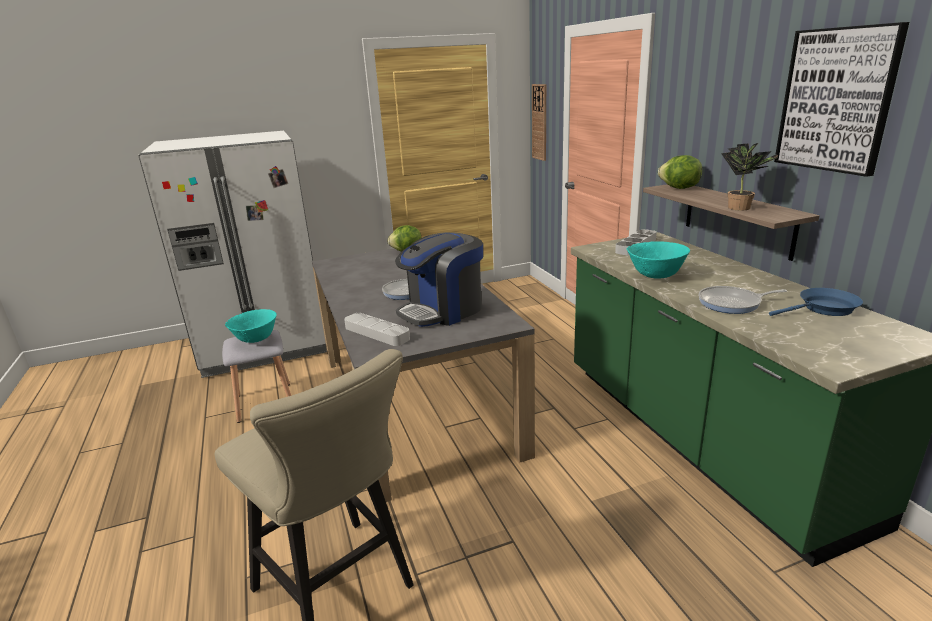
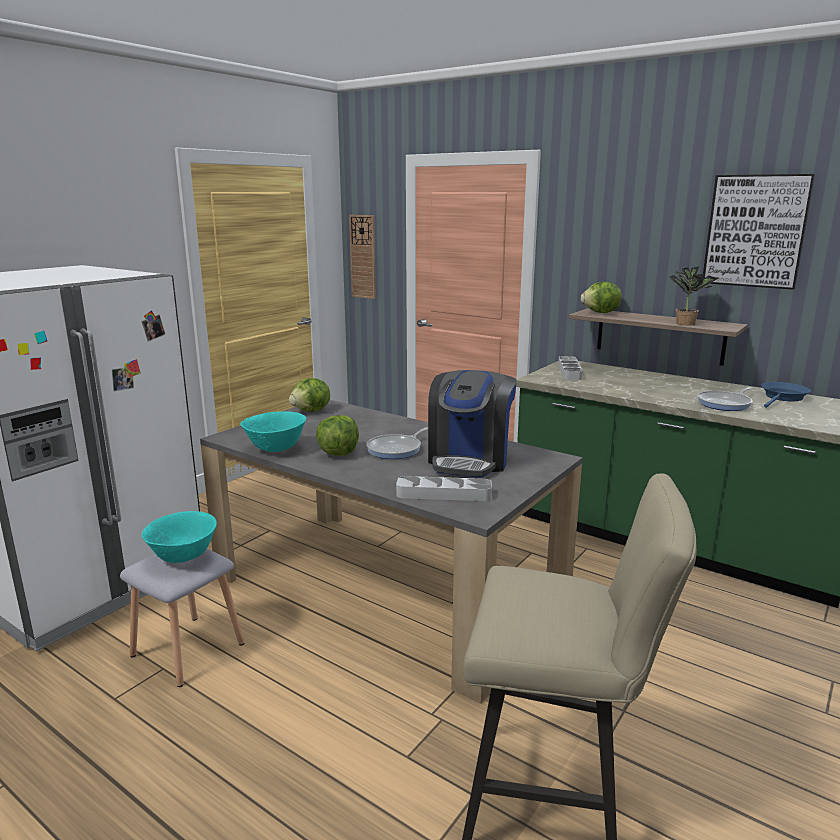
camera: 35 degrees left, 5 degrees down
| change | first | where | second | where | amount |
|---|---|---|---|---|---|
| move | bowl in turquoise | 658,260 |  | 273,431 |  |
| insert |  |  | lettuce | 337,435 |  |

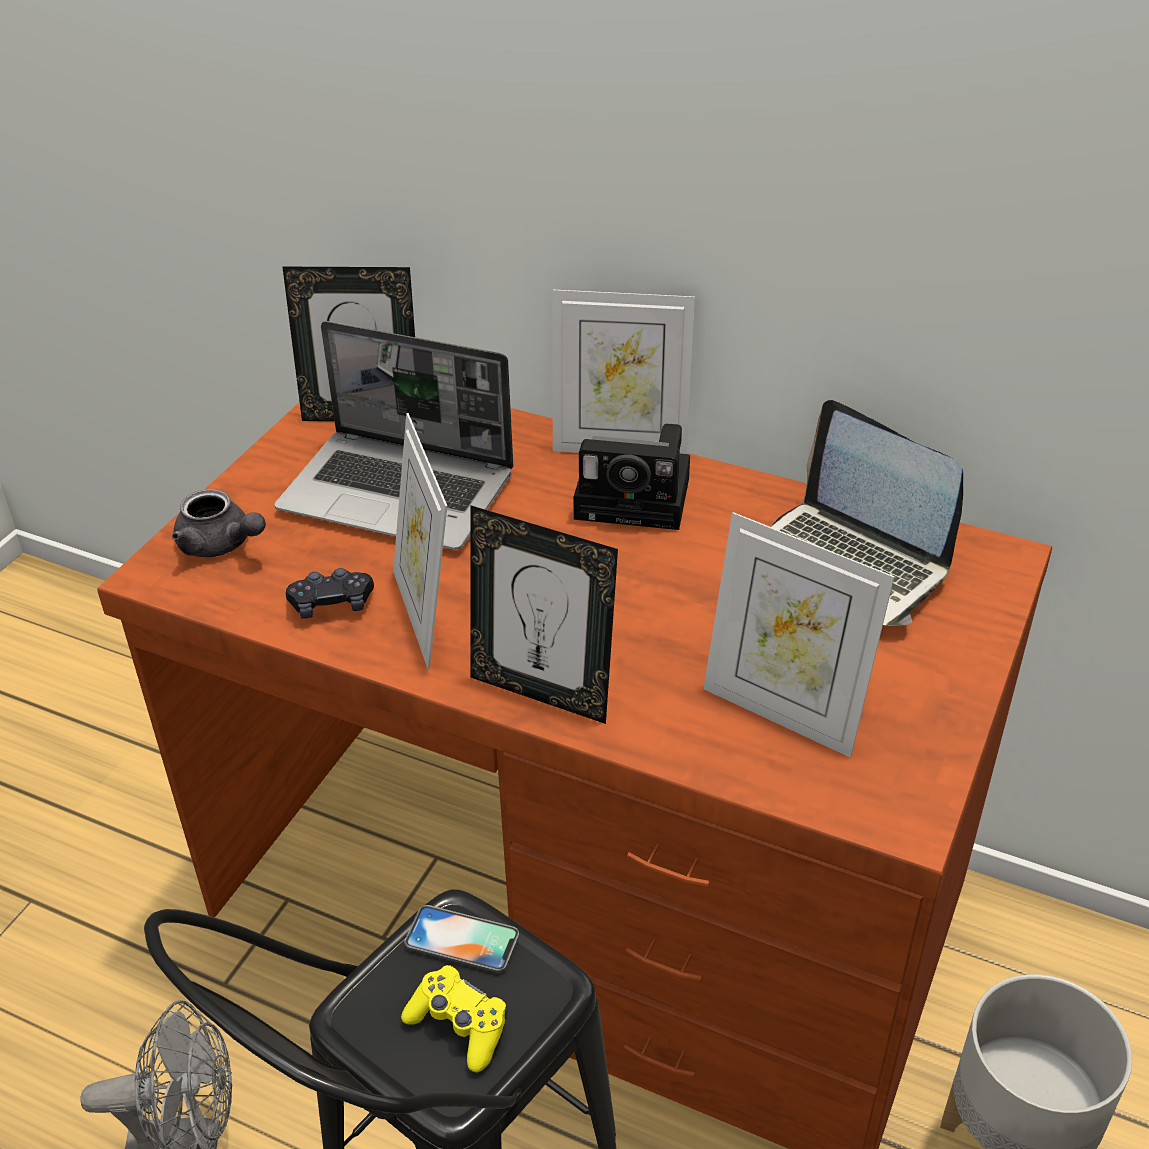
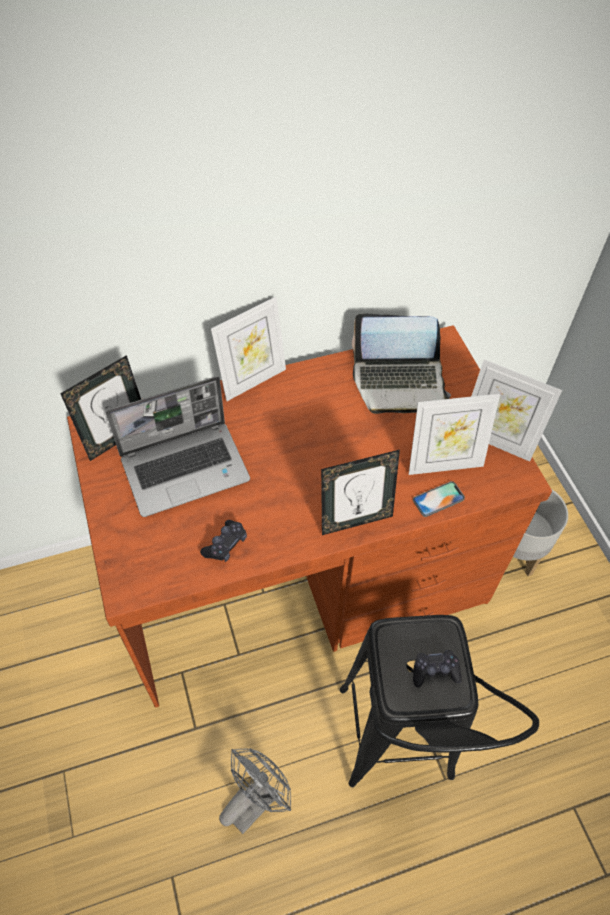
camera: 45 degrees left, 15 degrees up
| change | first | where | second | where | amount |
|---|---|---|---|---|---|
| move | picture frame | 420,541 |  | 516,410 |  |
| delete | photo camera | 631,476 |  |  |  |
| delete | teapot in grey | 219,523 |  |  |  |
| move | phone | 462,939 |  | 439,499 |  |
| recolor | game controller in yellow | 454,1018 | game controller in black | 437,668 |  |

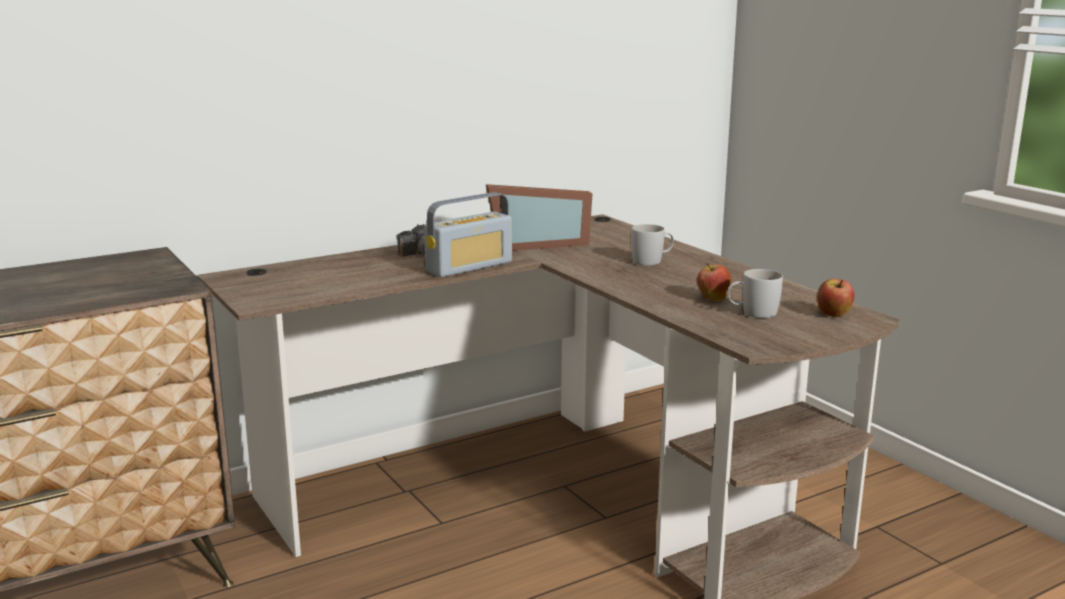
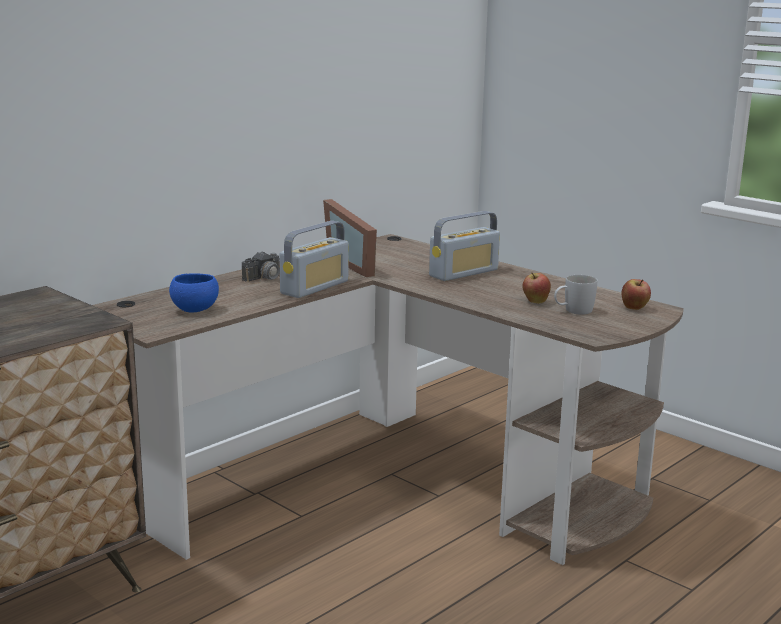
camera: 15 degrees left, 0 degrees up
| change | first | where | second | where | amount |
|---|---|---|---|---|---|
| rotate | picture frame | 539,217 |  | 350,238 | 90 degrees clockwise |
| replace | mug in white | 652,245 | radio | 464,246 |  |
| insert |  |  | bowl in blue | 194,292 |  |

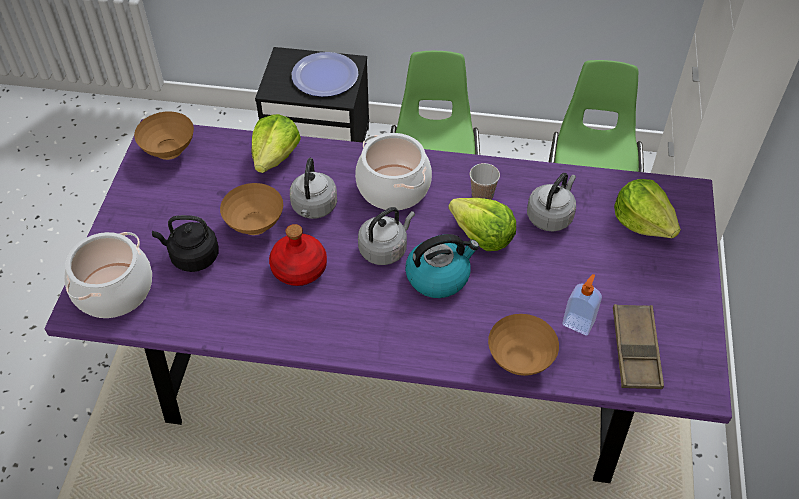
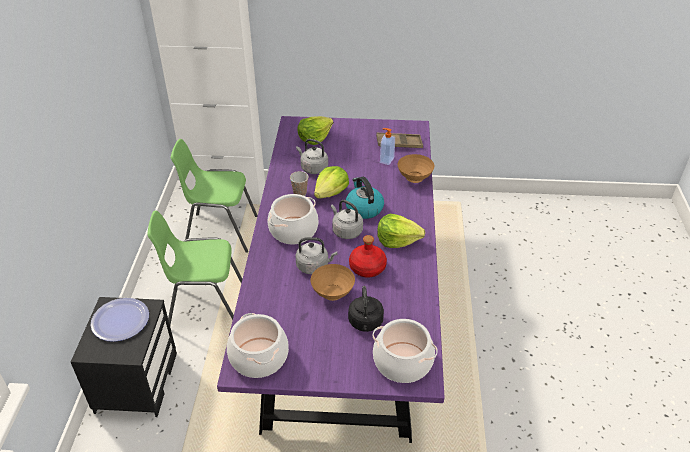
camera: 95 degrees left, 10 degrees down
| change | first | where | second | where | amount |
|---|---|---|---|---|---|
| replace | bowl in brown | 164,136 | cooking pot | 258,345 |  |
| move | lettuce | 276,143 |  | 401,231 |  |

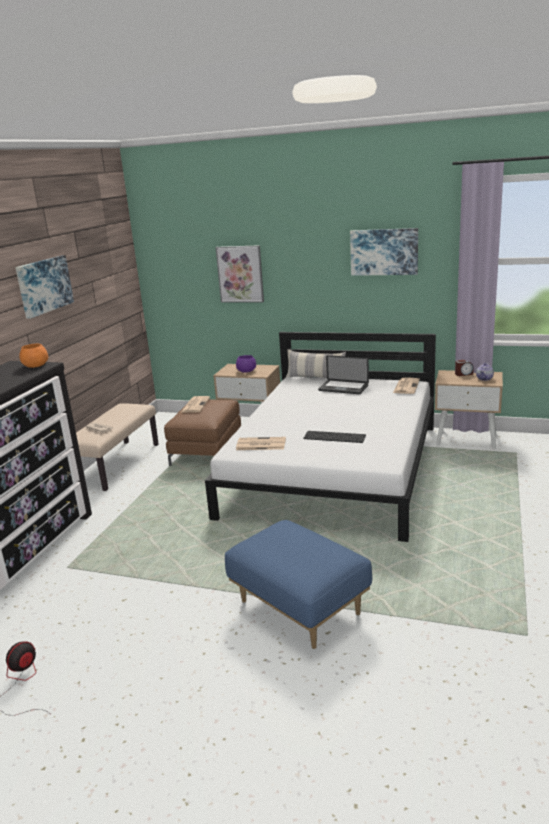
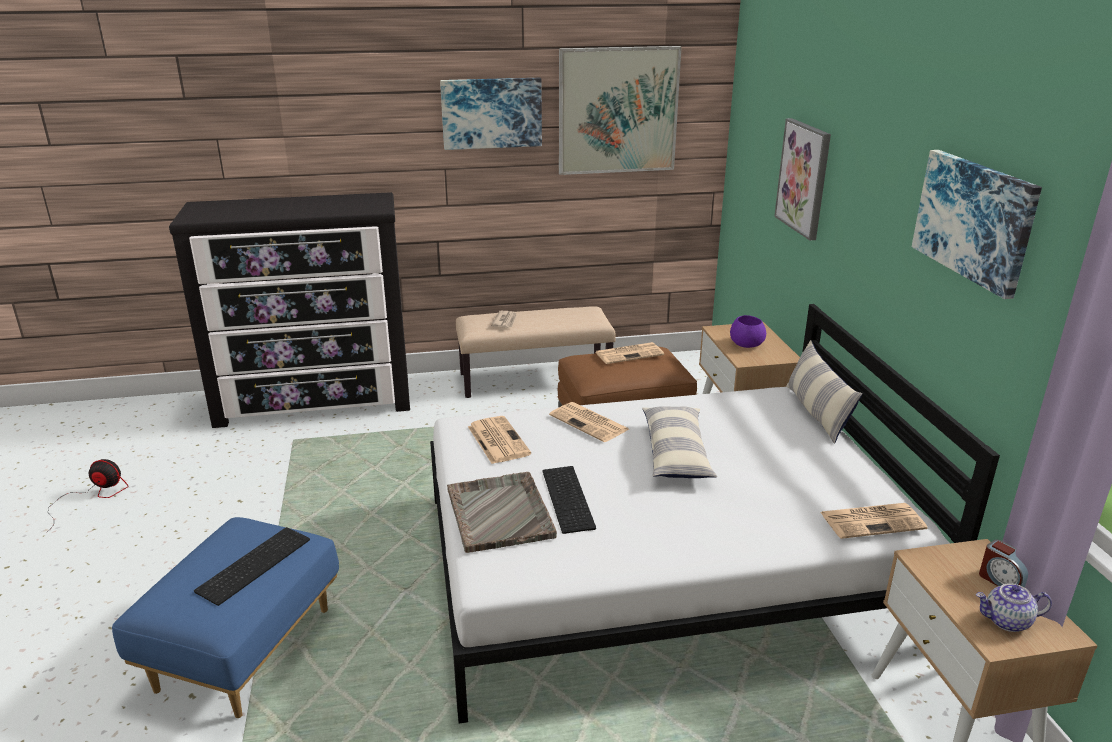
camera: 60 degrees right, 5 degrees up
| change | first | where | second | where | amount |
|---|---|---|---|---|---|
| delete | bowl in orange | 33,356 |  |  |  |
| delete | laptop | 343,374 |  |  |  |
| insert |  |  | picture | 620,110 |  |
| insert |  |  | newspaper | 589,422 |  |
| insert |  |  | pillow | 679,442 |  |
| insert |  |  | tray in grey | 502,512 |  |
| insert |  |  | keyboard | 252,566 |  |

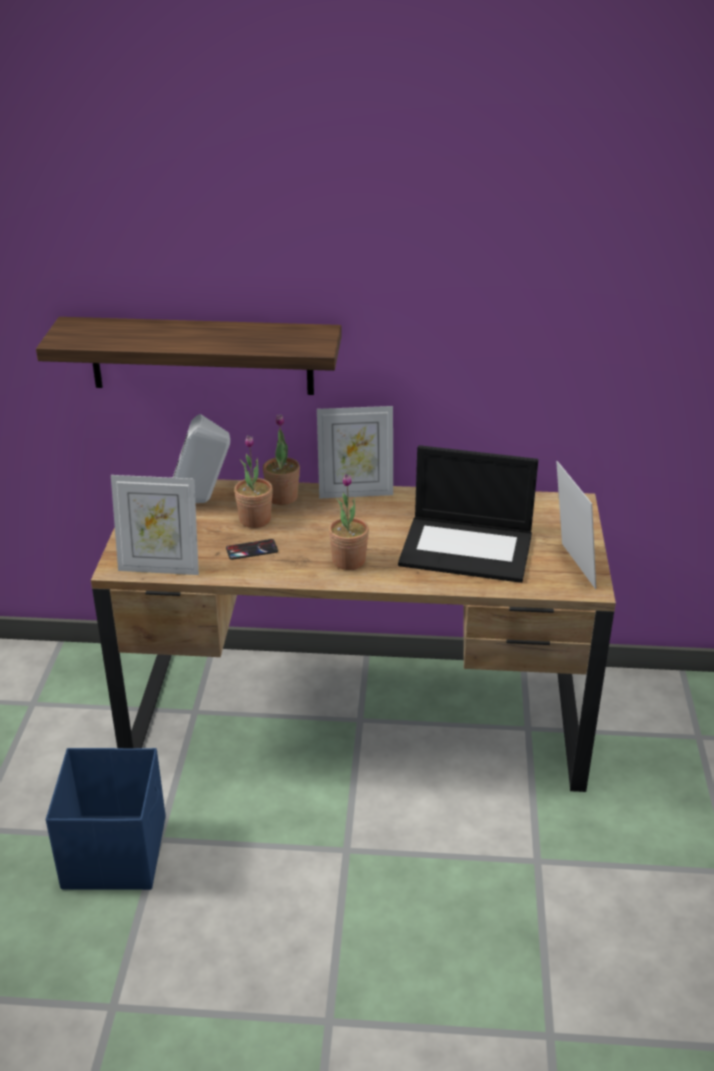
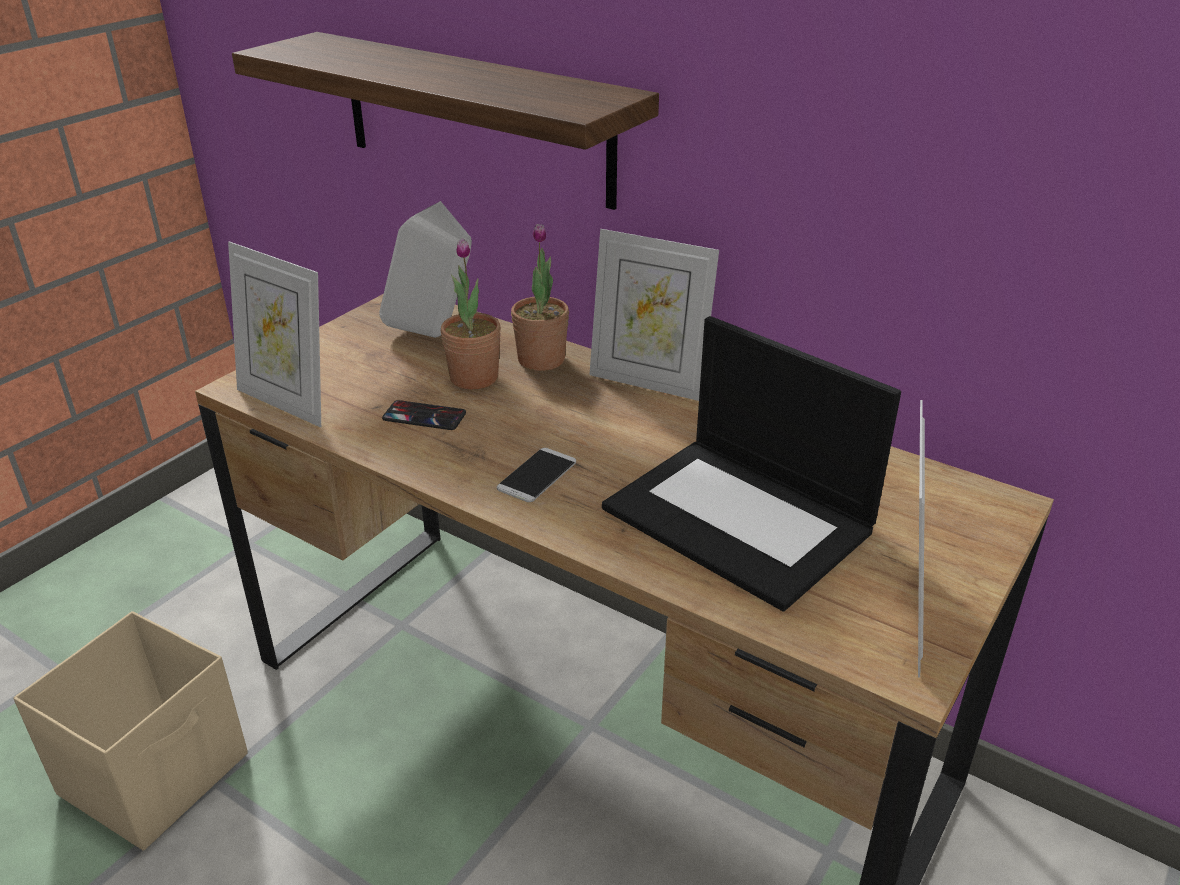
camera: 30 degrees right, 0 degrees up
| change | first | where | second | where | amount |
|---|---|---|---|---|---|
| replace | potted plant | 349,522 | phone | 536,475 |  |
| recolor | storage box in blue | 106,819 | storage box in beige | 130,730 |  |

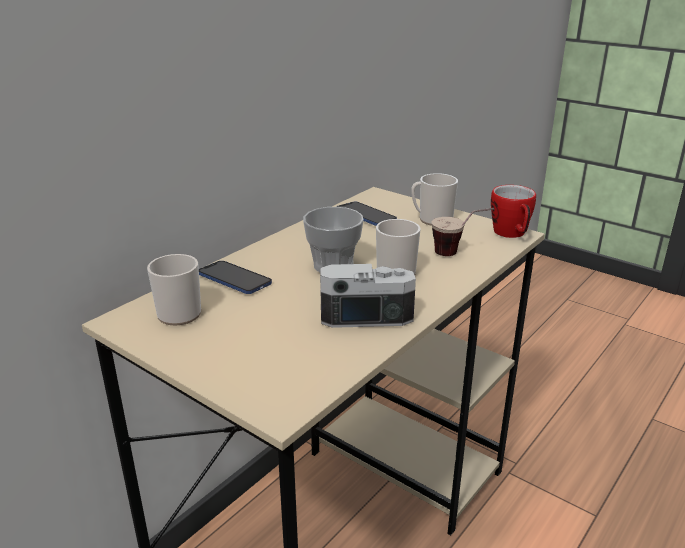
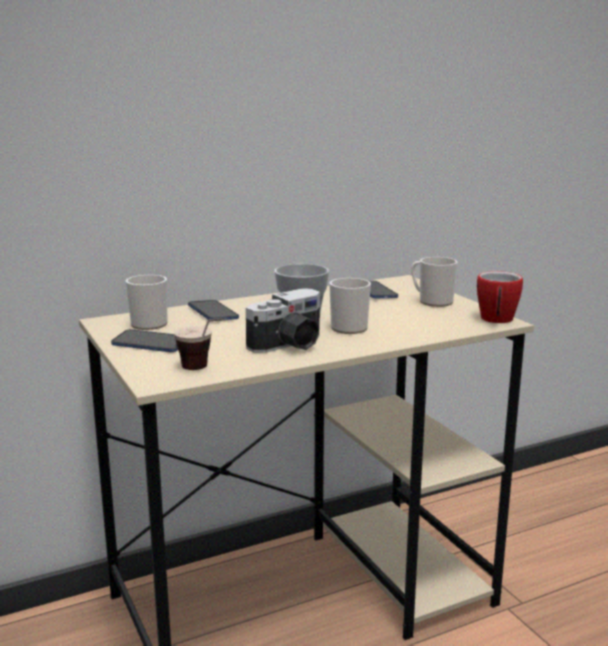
camera: 25 degrees right, 10 degrees down
| change | first | where | second | where | amount |
|---|---|---|---|---|---|
| move | cup | 463,232 |  | 199,344 |  |
| rotate | photo camera | 368,296 |  | 283,321 | 120 degrees clockwise |
| insert |  |  | phone | 144,340 |  |

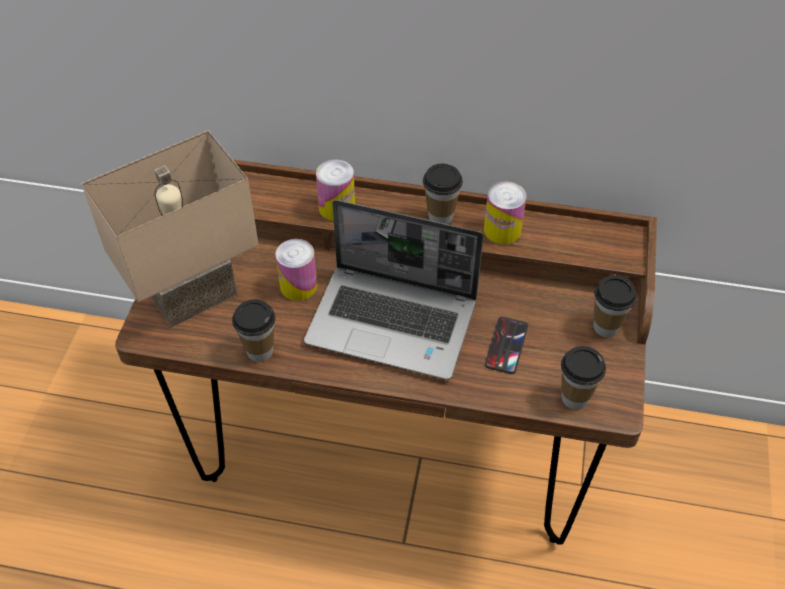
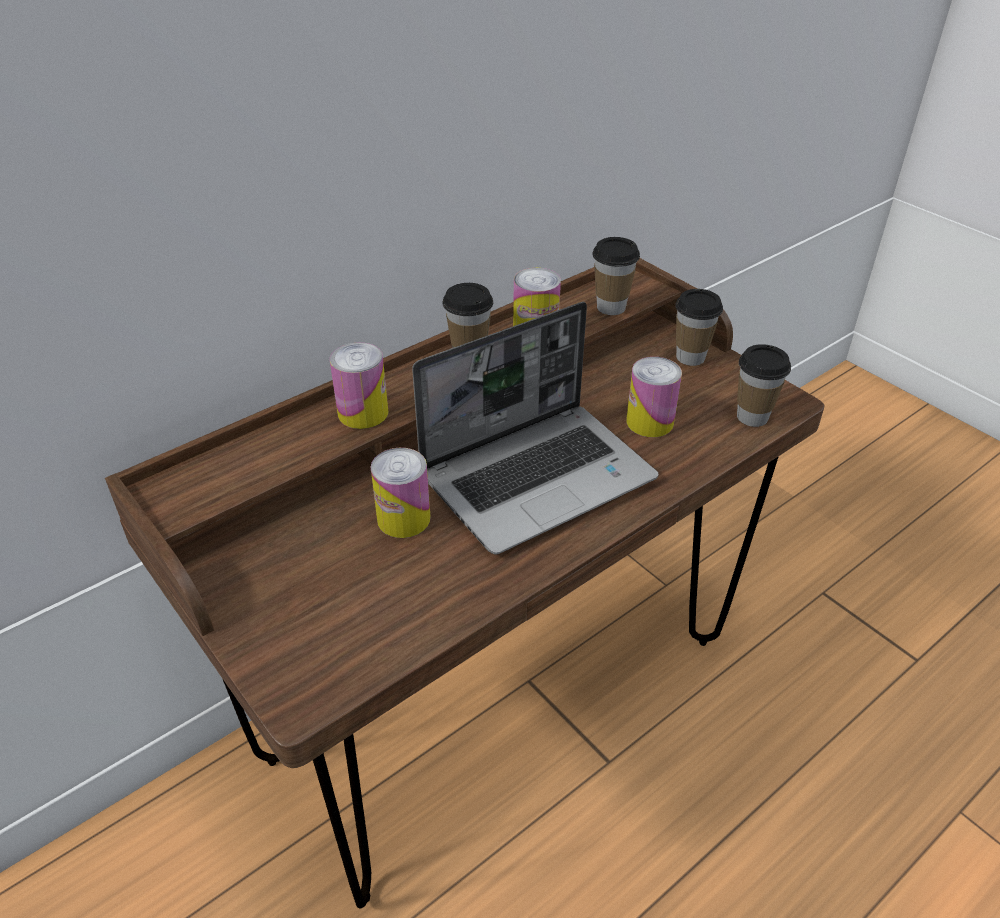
camera: 50 degrees left, 10 degrees down
| change | first | where | second | where | amount |
|---|---|---|---|---|---|
| delete | table lamp in beige | 170,228 |  |  |  |
| move | cup | 253,330 |  | 616,276 |  |
| replace | phone | 506,345 | can | 654,397 |  |

